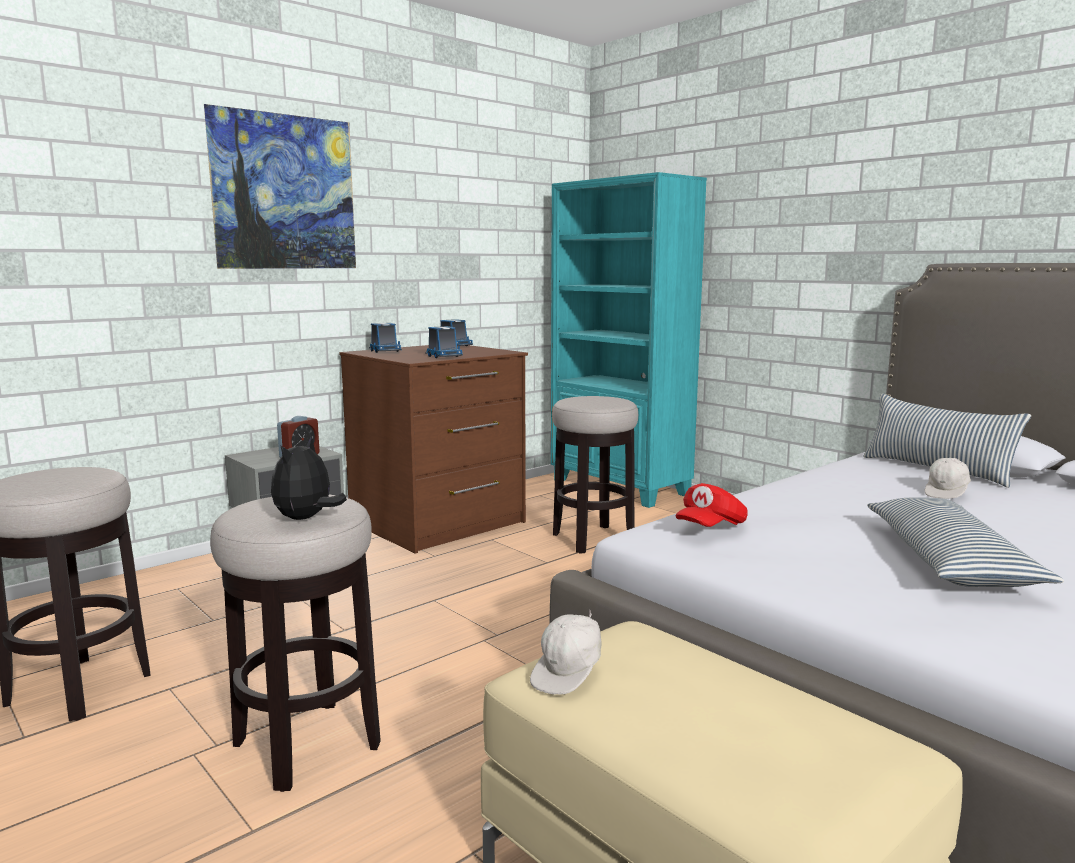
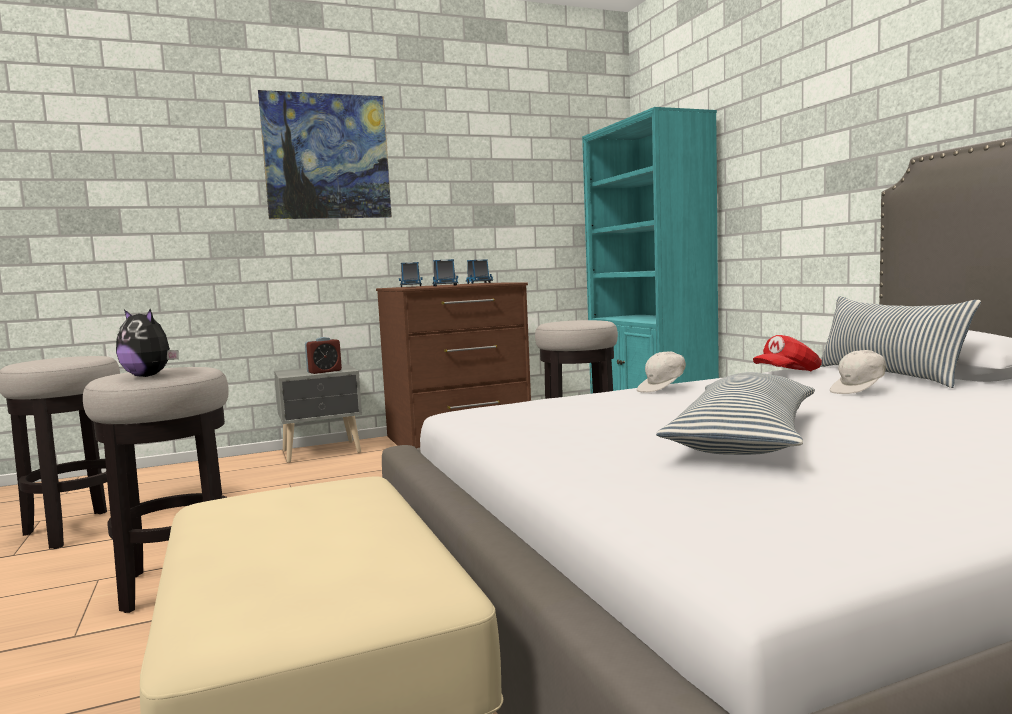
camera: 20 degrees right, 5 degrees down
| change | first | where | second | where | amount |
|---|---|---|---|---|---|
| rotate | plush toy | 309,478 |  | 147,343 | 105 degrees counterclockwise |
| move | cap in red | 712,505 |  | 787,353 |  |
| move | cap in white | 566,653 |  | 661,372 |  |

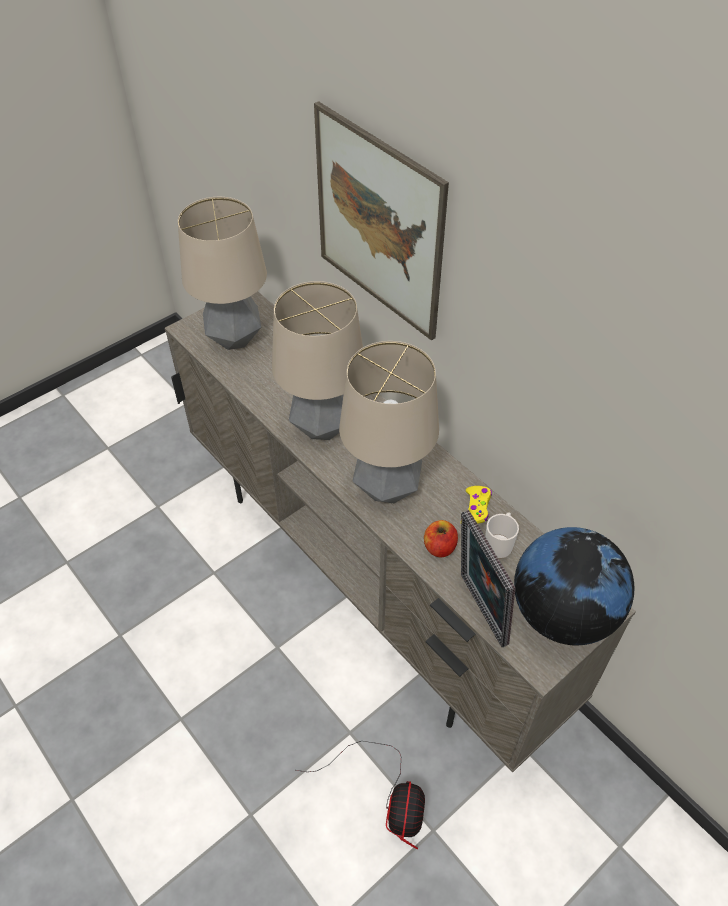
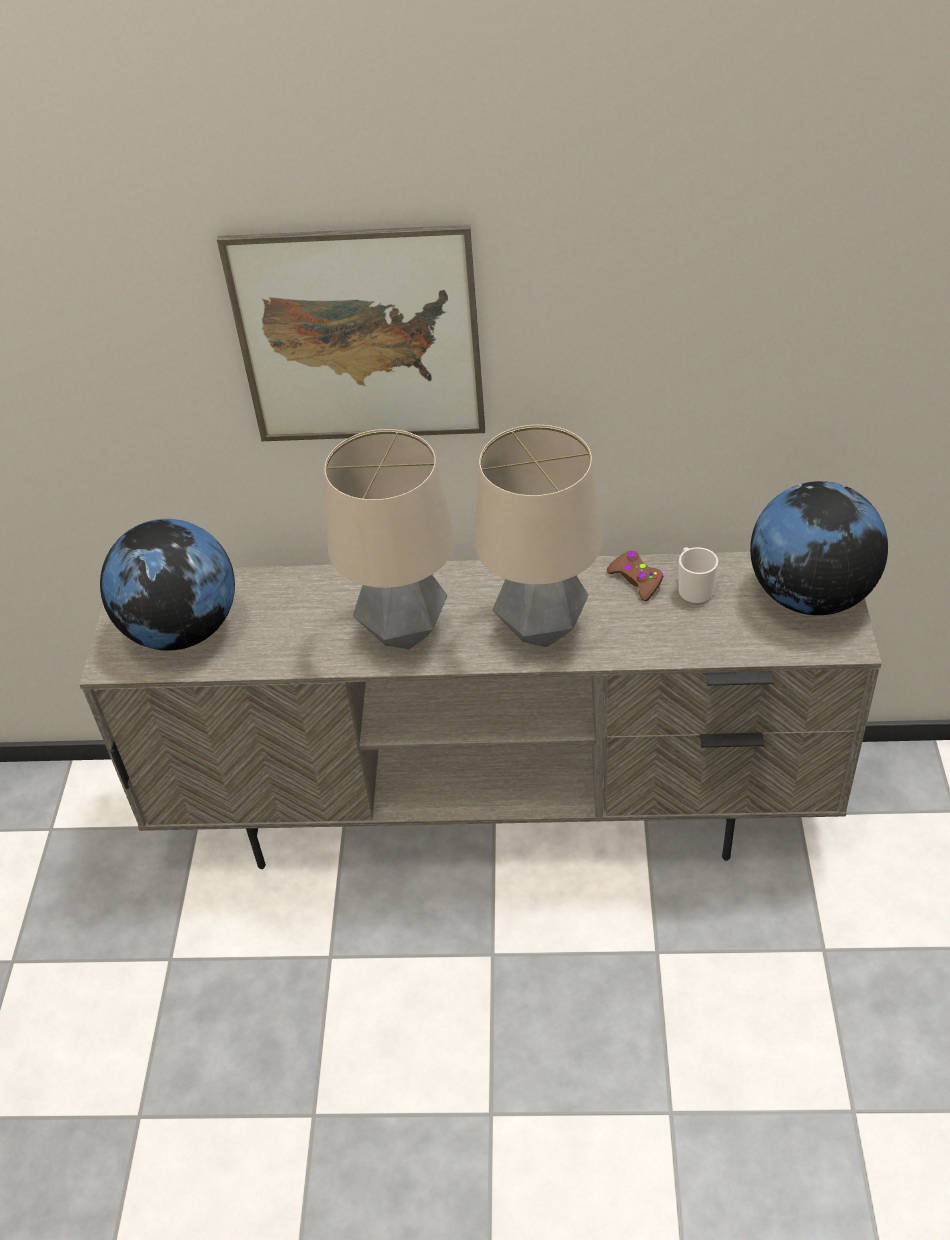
camera: 45 degrees left, 5 degrees down
| change | first | where | second | where | amount |
|---|---|---|---|---|---|
| replace | table lamp | 222,273 | globe | 167,585 |  |
| recolor | game controller in yellow | 479,505 | game controller in brown | 635,576 |  |
| delete | picture frame | 488,578 |  |  |  |
| delete | apple | 441,538 |  |  |  |
| delete | fan | 361,795 |  |  |  |

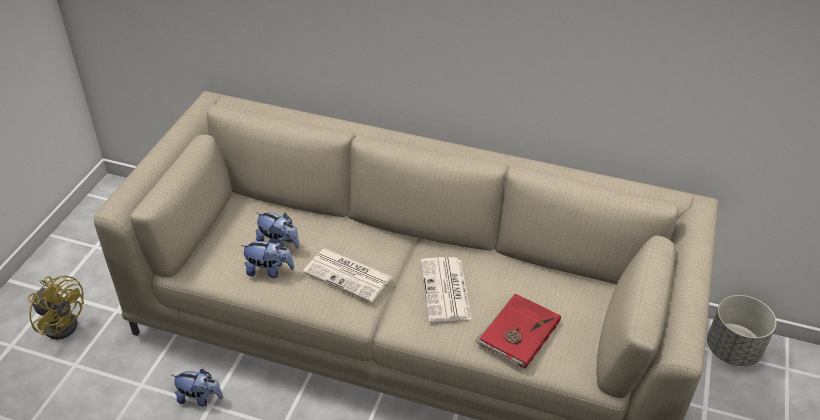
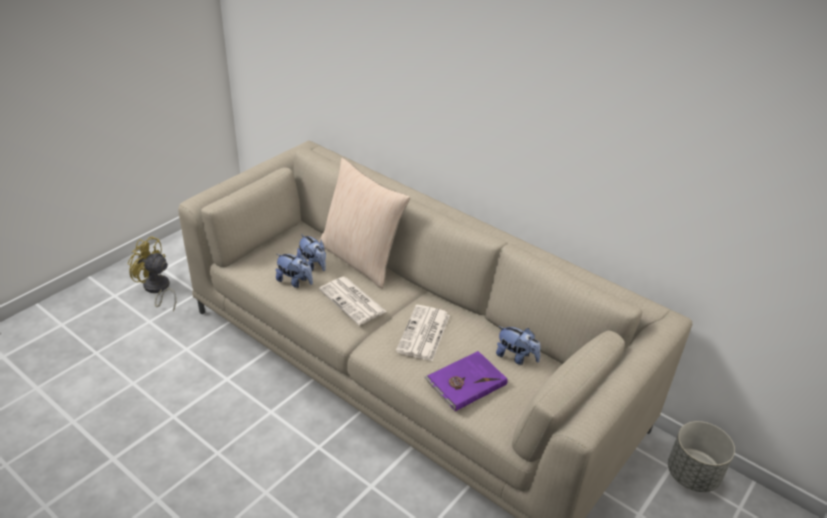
camera: 20 degrees right, 5 degrees down
| change | first | where | second | where | amount |
|---|---|---|---|---|---|
| rotate | fan in yellow | 55,307 |  | 152,274 | 150 degrees clockwise |
| recolor | book in red | 518,331 | book in purple | 466,381 |  |
| move | plush toy | 197,388 |  | 518,345 |  |
| insert |  |  | pillow in beige | 364,223 |  |

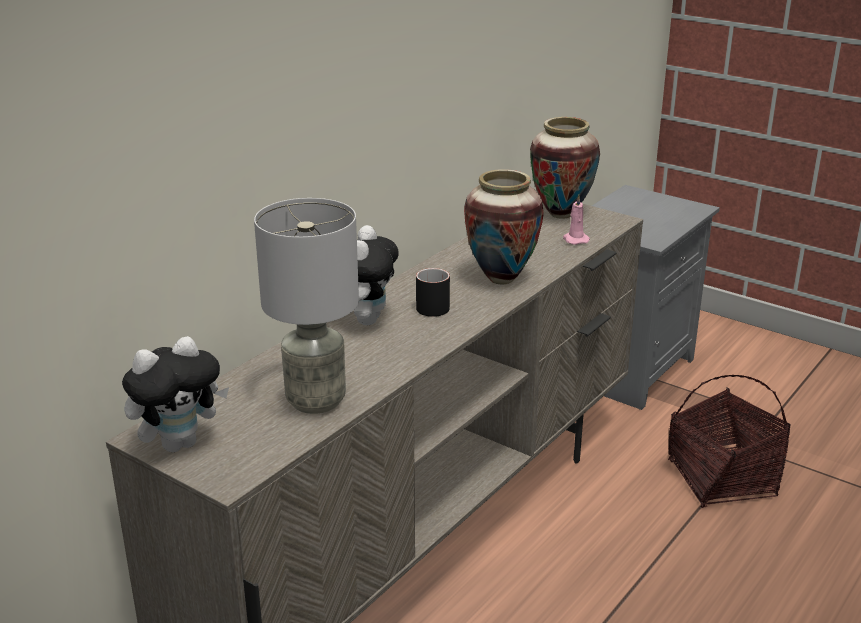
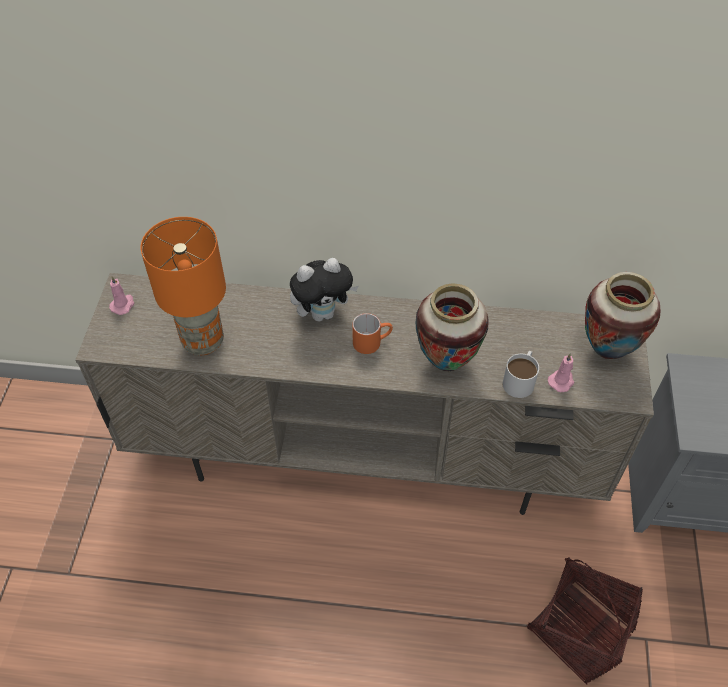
camera: 60 degrees right, 25 degrees up
| change | first | where | second | where | amount |
|---|---|---|---|---|---|
| recolor | table lamp in grey | 306,306 | table lamp in orange | 183,286 |  |
| recolor | mug in black | 433,292 | mug in orange | 372,333 |  |
| replace | plush toy | 175,394 | candle in pink | 121,295 |  |
| insert |  |  | mug in white | 521,374 |  |

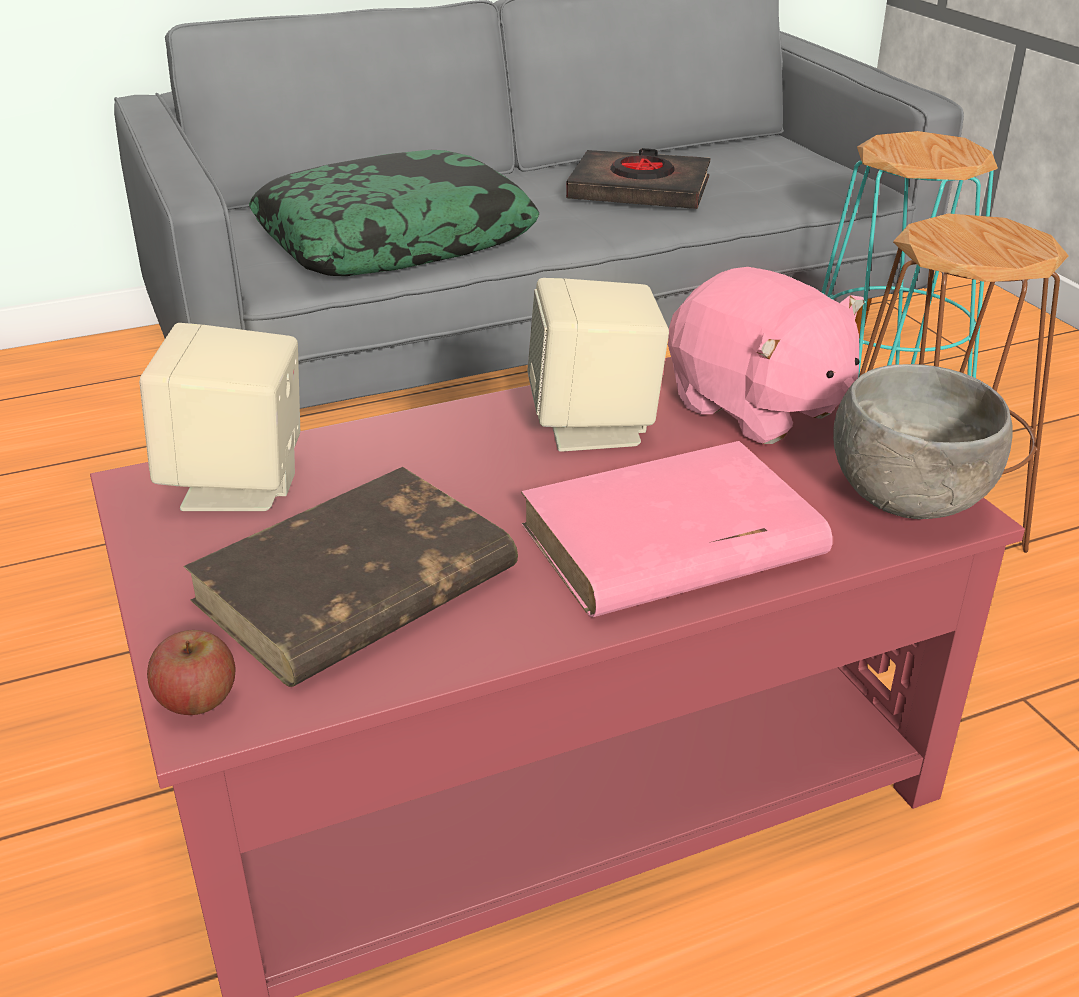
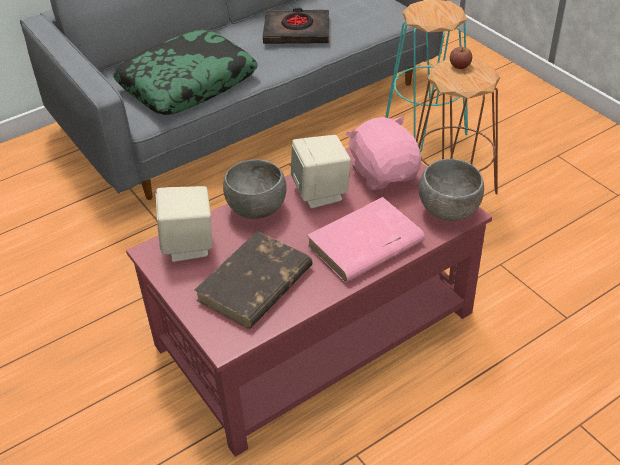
camera: 10 degrees left, 10 degrees up
| change | first | where | second | where | amount |
|---|---|---|---|---|---|
| rotate | plush toy in pink | 766,355 |  | 383,153 | 150 degrees counterclockwise |
| move | apple | 191,672 |  | 461,58 |  |
| insert |  |  | bowl in grey | 255,189 |  |

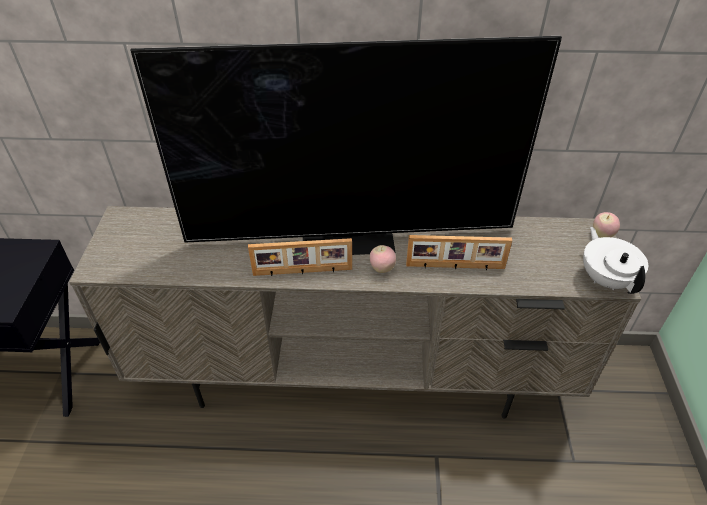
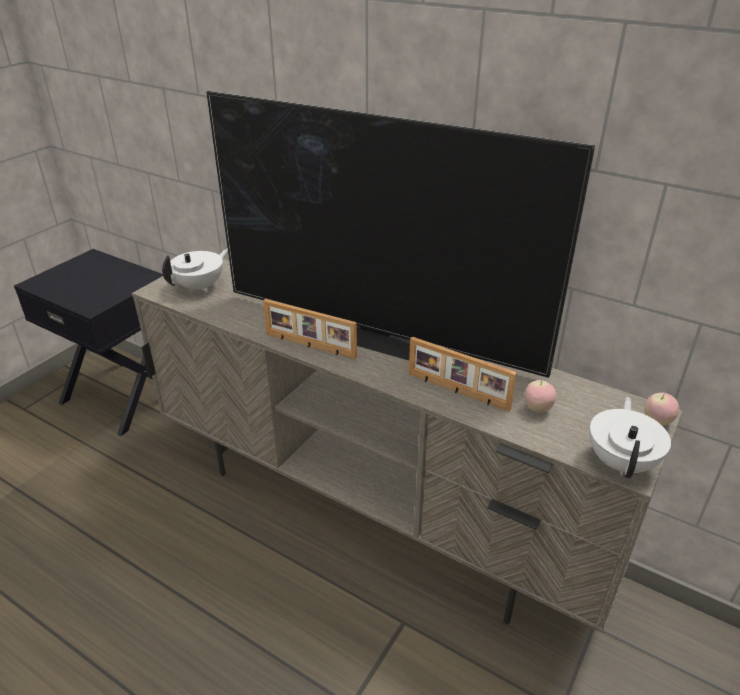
camera: 30 degrees right, 10 degrees down
| change | first | where | second | where | amount |
|---|---|---|---|---|---|
| move | apple | 383,259 |  | 540,396 |  |
| insert |  |  | teapot in white | 195,270 |  |

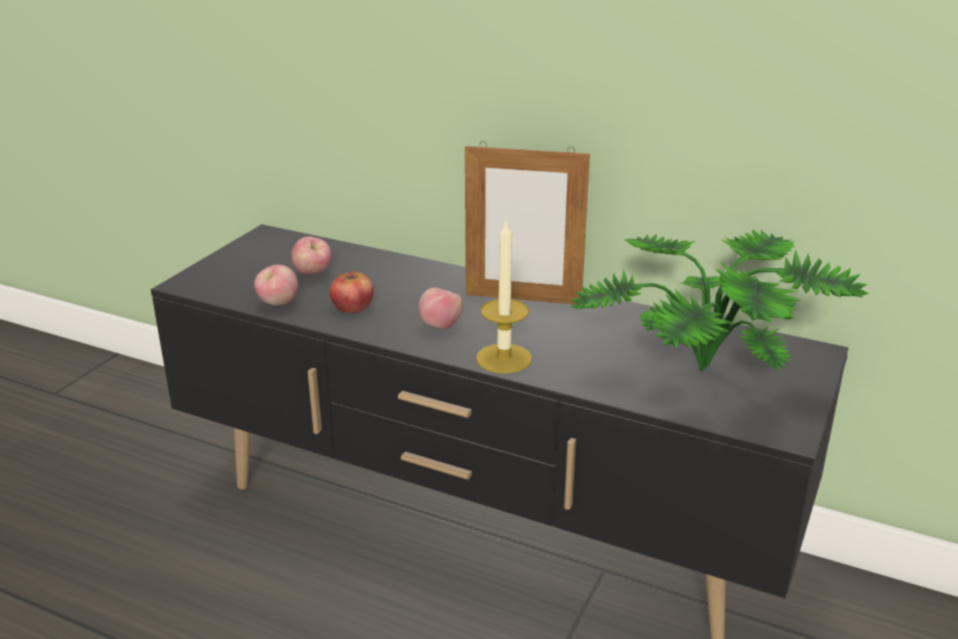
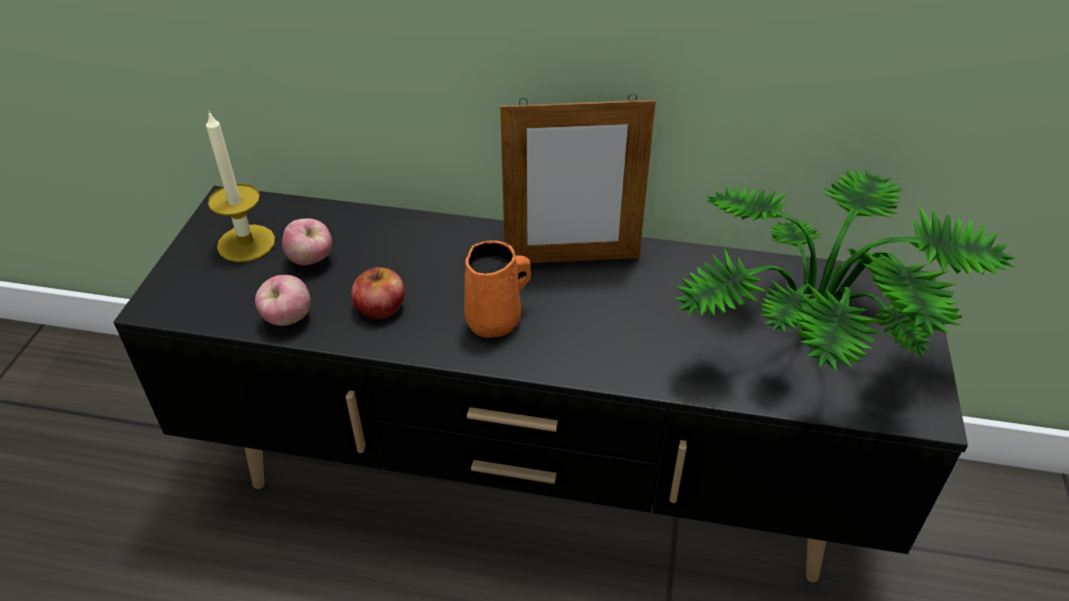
camera: 15 degrees left, 15 degrees up
| change | first | where | second | where | amount |
|---|---|---|---|---|---|
| move | candle | 504,297 |  | 240,186 |  |
| replace | apple | 440,308 | mug in orange | 497,289 |  |

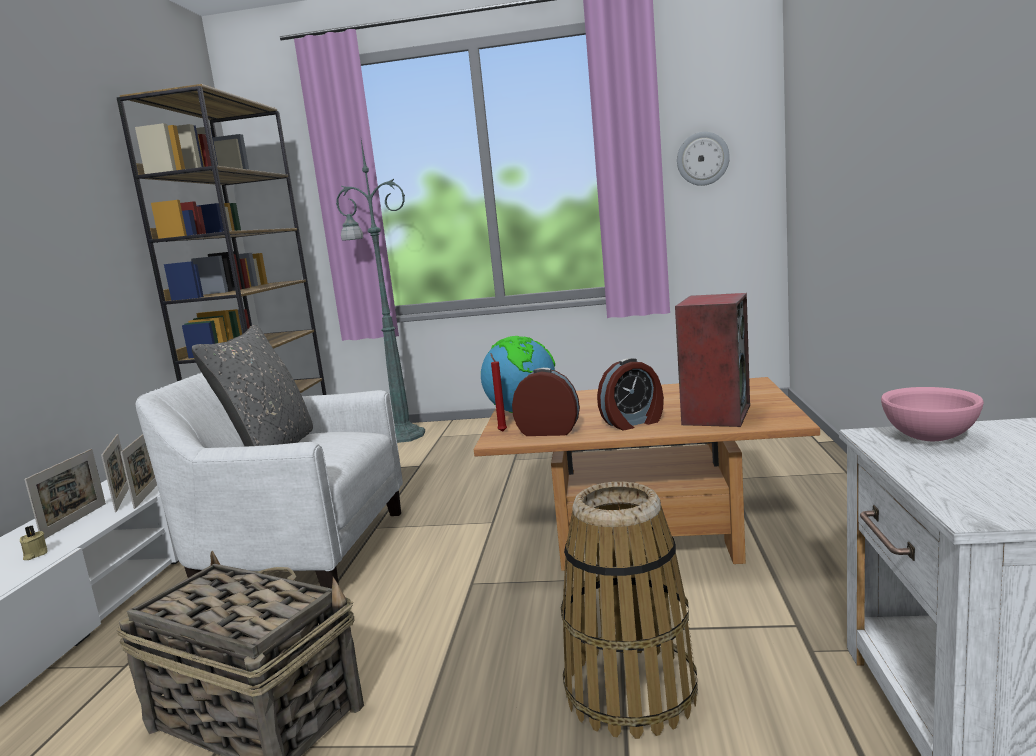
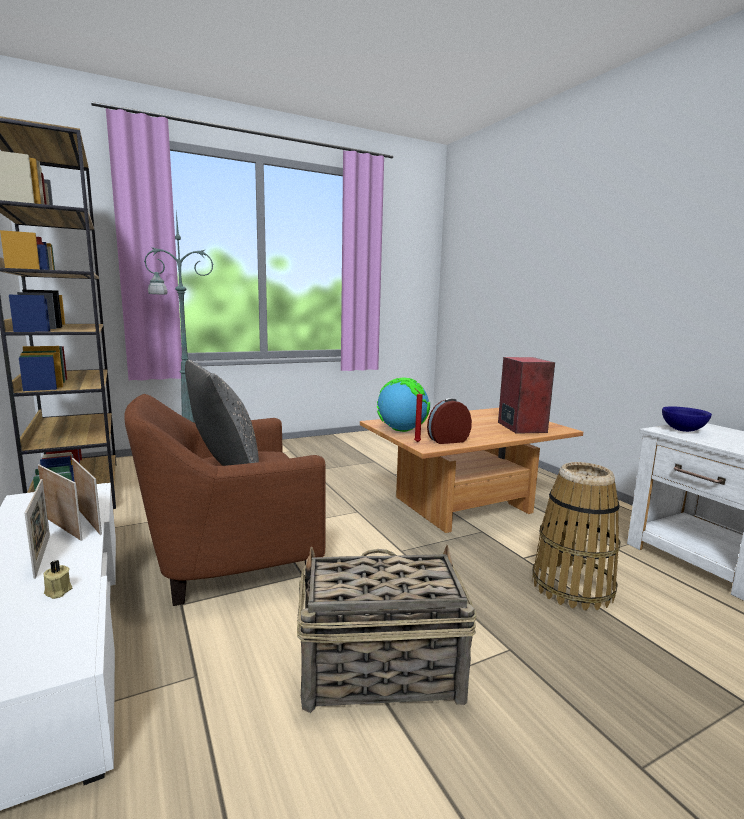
camera: 35 degrees left, 0 degrees up
| change | first | where | second | where | amount |
|---|---|---|---|---|---|
| delete | wall clock | 703,159 |  |  |  |
| delete | alarm clock | 630,394 |  |  |  |
| recolor | armchair in white | 269,481 | armchair in brown | 225,500 |  |
| recolor | bowl in pink | 932,414 | bowl in blue | 687,419 |  |

